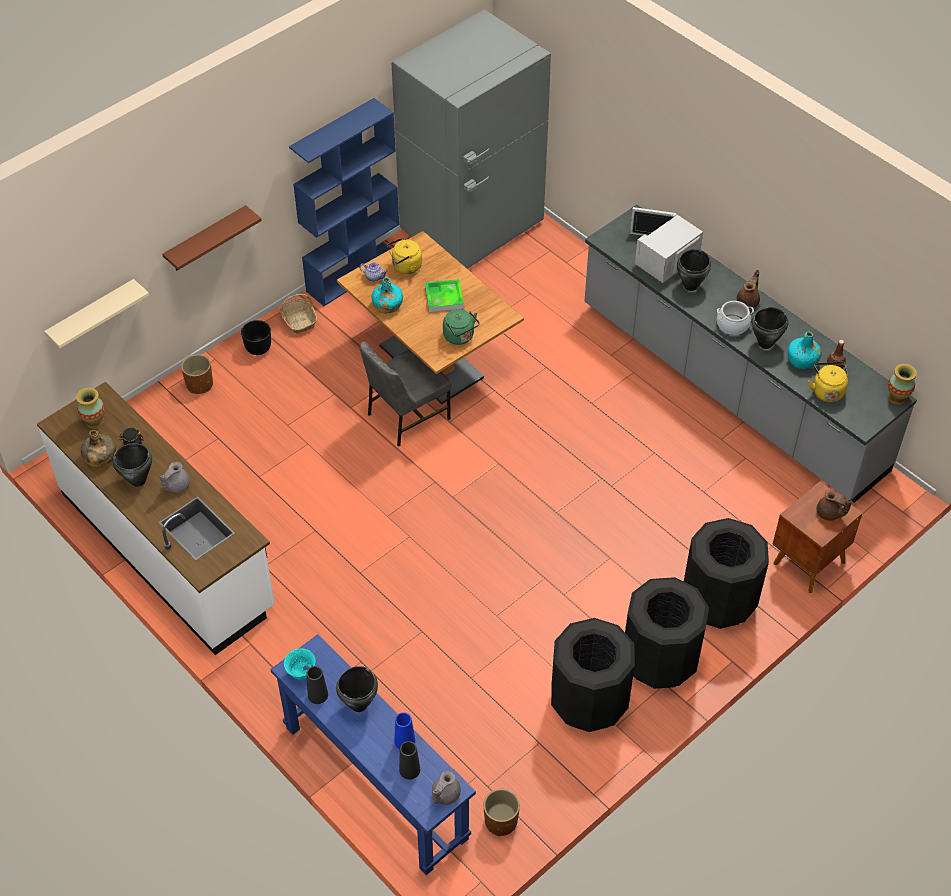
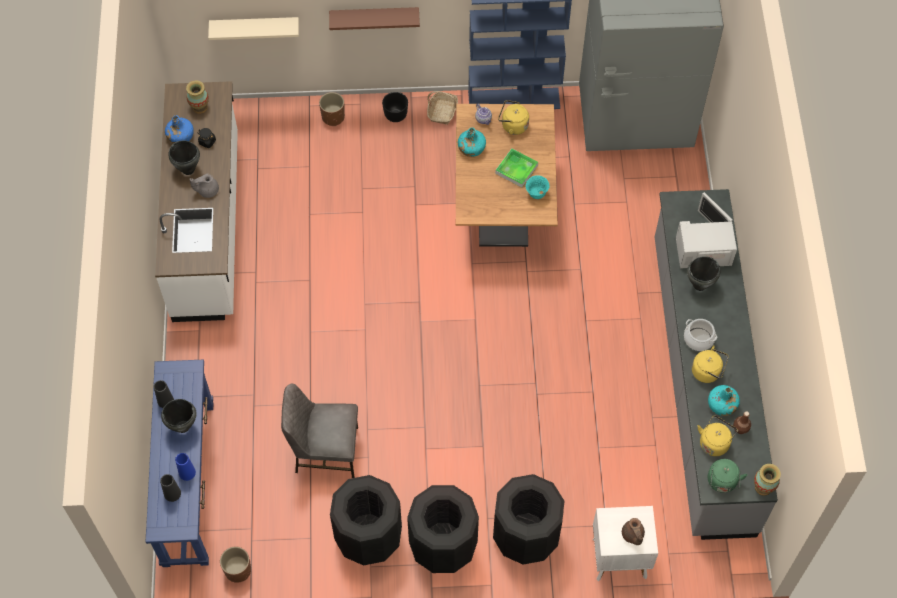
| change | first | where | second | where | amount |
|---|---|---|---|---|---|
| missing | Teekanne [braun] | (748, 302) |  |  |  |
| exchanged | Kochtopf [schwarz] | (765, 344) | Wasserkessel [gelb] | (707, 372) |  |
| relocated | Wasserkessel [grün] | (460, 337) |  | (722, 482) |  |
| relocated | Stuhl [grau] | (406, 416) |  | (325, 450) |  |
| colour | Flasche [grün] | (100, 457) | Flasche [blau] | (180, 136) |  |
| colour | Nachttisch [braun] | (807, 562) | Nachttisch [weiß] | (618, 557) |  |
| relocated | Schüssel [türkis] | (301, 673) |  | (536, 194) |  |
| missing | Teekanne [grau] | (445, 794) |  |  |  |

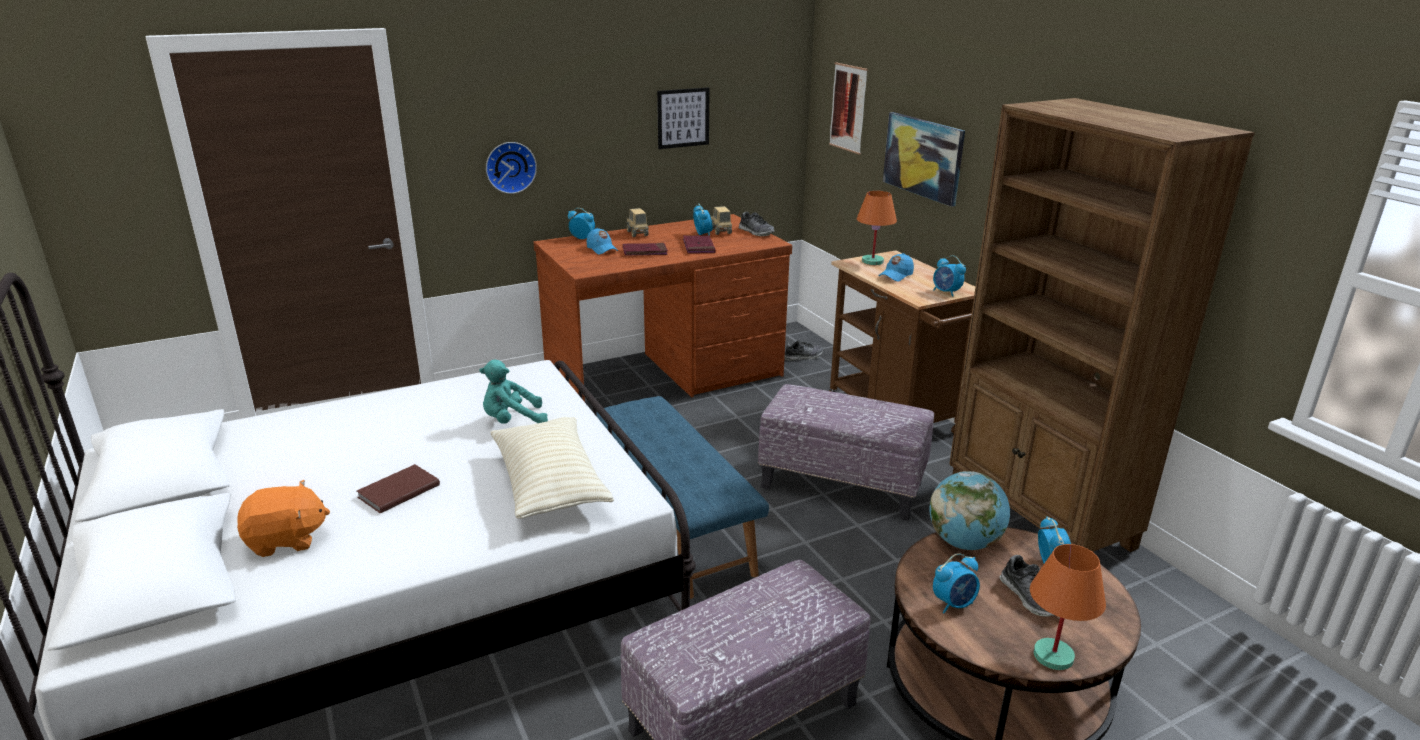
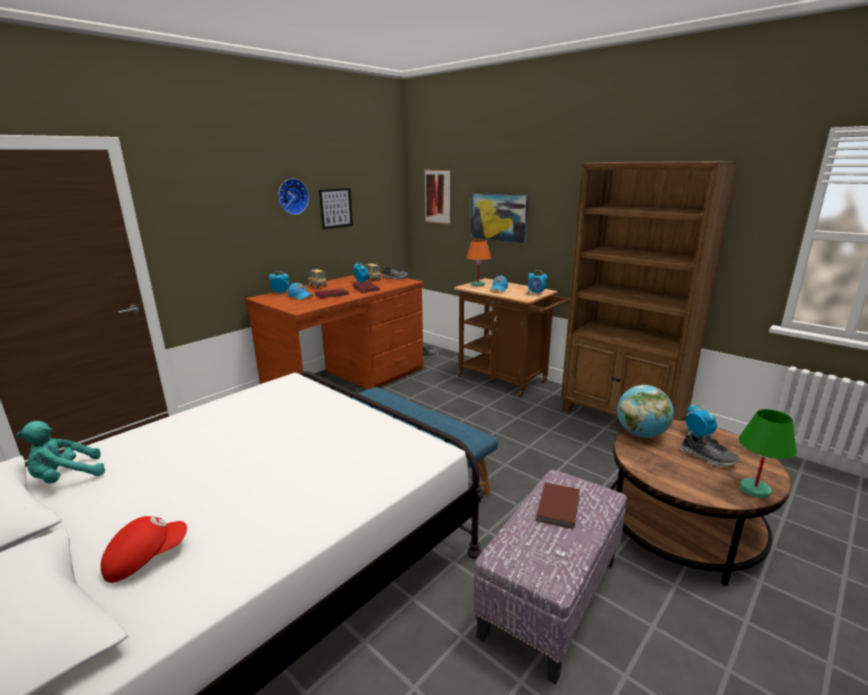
| change | first | where | second | where | amount |
|---|---|---|---|---|---|
| relocated | Wanduhr | (510, 167) |  | (292, 196) |  |
| relocated | Plüschtier [türkis] | (512, 421) |  | (66, 478) |  |
| missing | Polsterhocker | (842, 485) |  |  |  |
| missing | Kissen [beige] | (550, 484) |  |  |  |
| relocated | Buch [braun] | (397, 491) |  | (556, 507) |  |
| exchanged | Plüschtier [orange] | (286, 540) | Kappe [rot] | (146, 558) |  |
| colour | Tischlampe [orange] | (1053, 657) | Tischlampe [grün] | (755, 490) |  |
| missing | Wecker | (954, 604) |  |  |  |

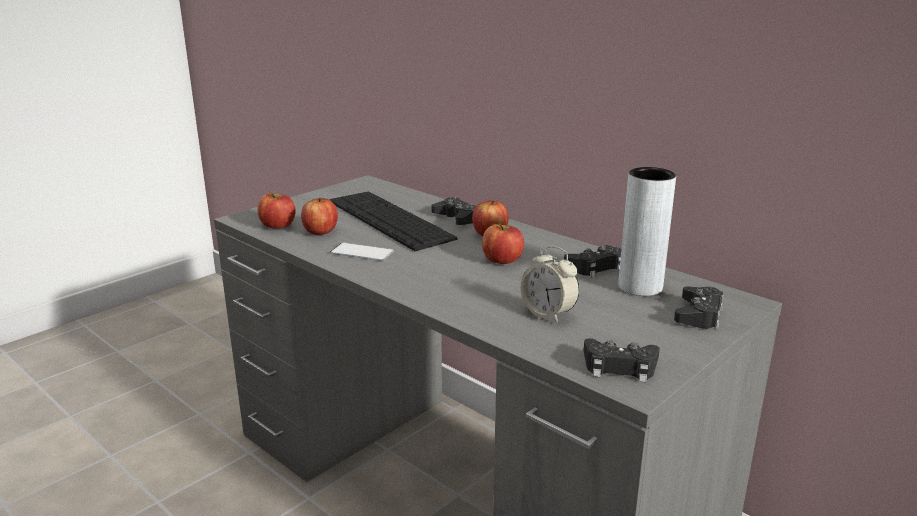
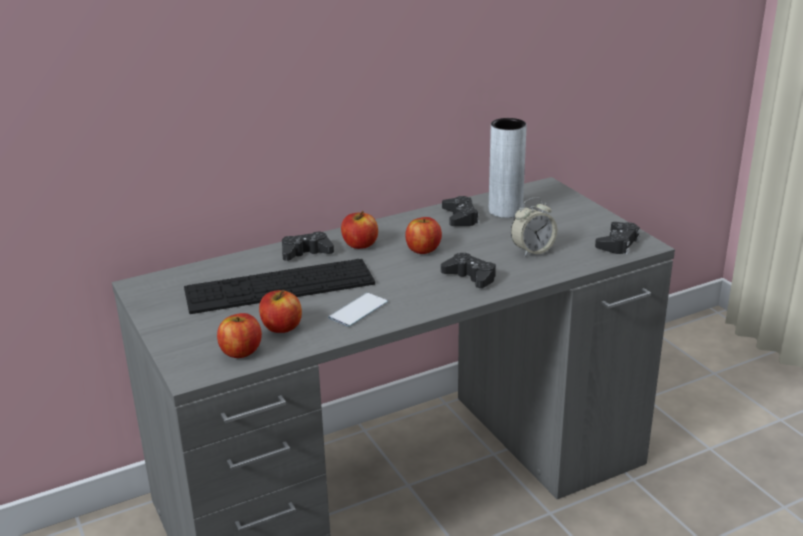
| change | first | where | second | where | amount |
|---|---|---|---|---|---|
| relocated | Gamepad [schwarz] | (698, 314) |  | (470, 277) |  |

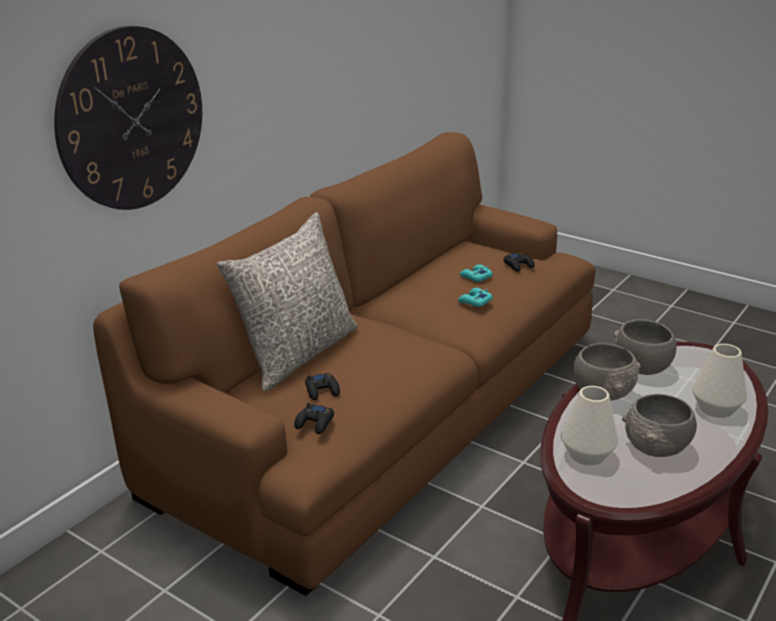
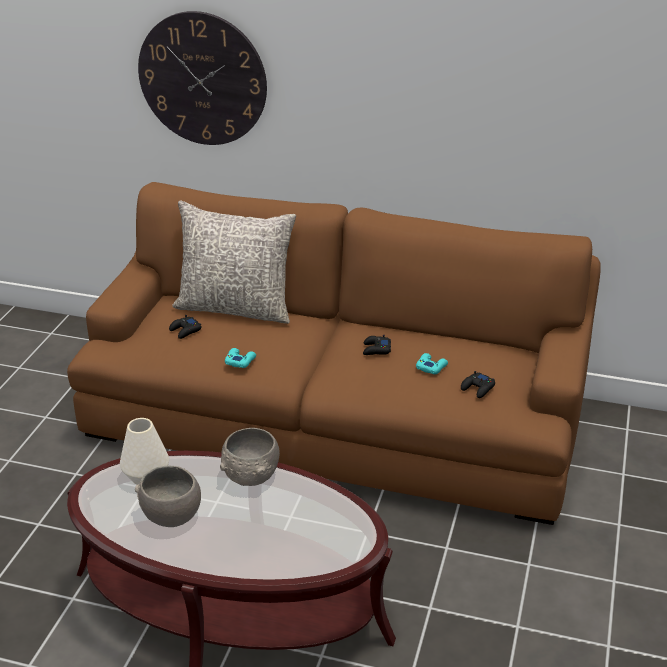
| change | first | where | second | where | amount |
|---|---|---|---|---|---|
| relocated | Gamepad [türkis] | (474, 301) |  | (240, 361) |  |
| missing | Schüssel [grau] | (641, 366) |  |  |  |
| missing | Vase [weiß] | (716, 408) |  |  |  |
| relocated | Gamepad [schwarz] | (315, 423) |  | (376, 349) |  |

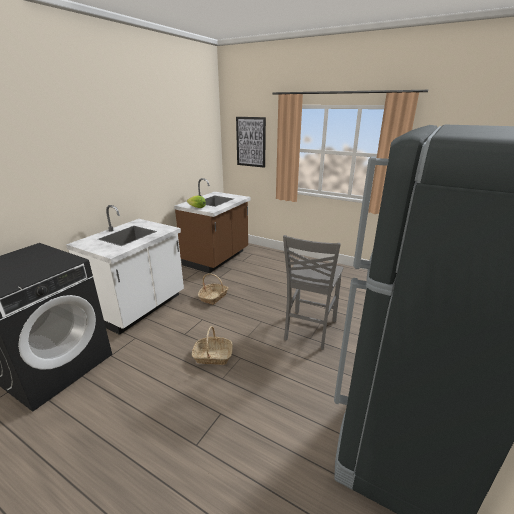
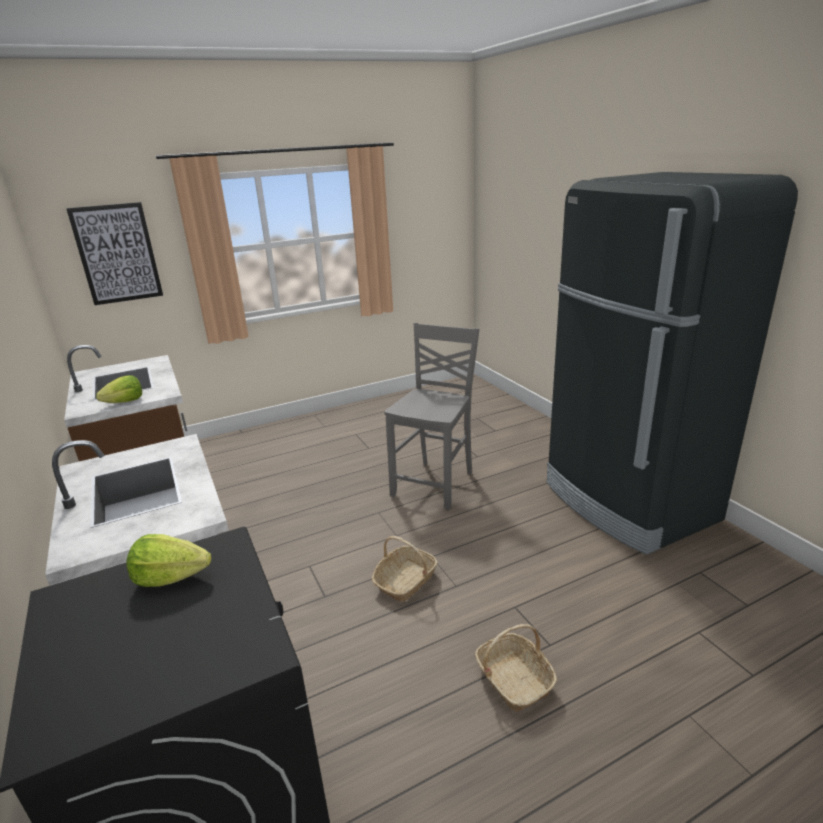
| change | first | where | second | where | amount |
|---|---|---|---|---|---|
| spun | Stuhl [grau] | (309, 330) |  | (435, 484) | 120 degrees counterclockwise |
| relocated | Korb | (213, 297) |  | (513, 679) |  |
| appeared |  |  | Salatkopf | (171, 577) |  |

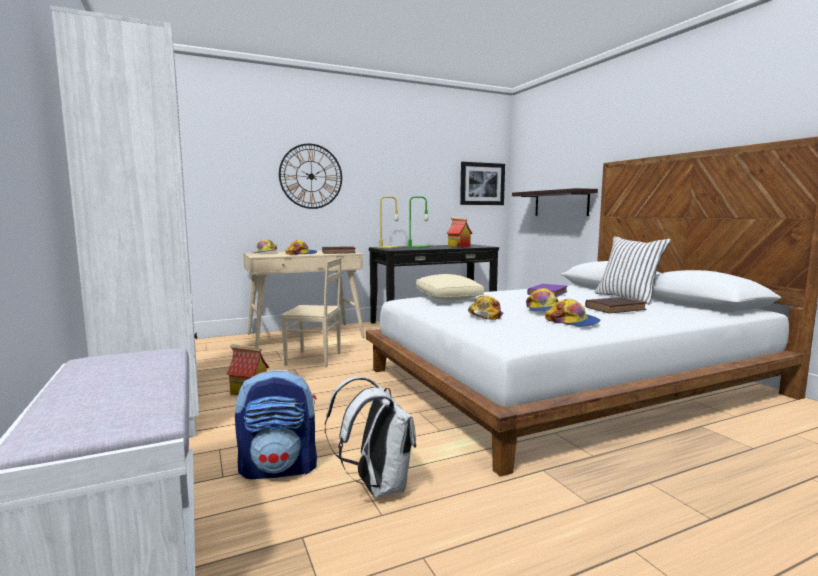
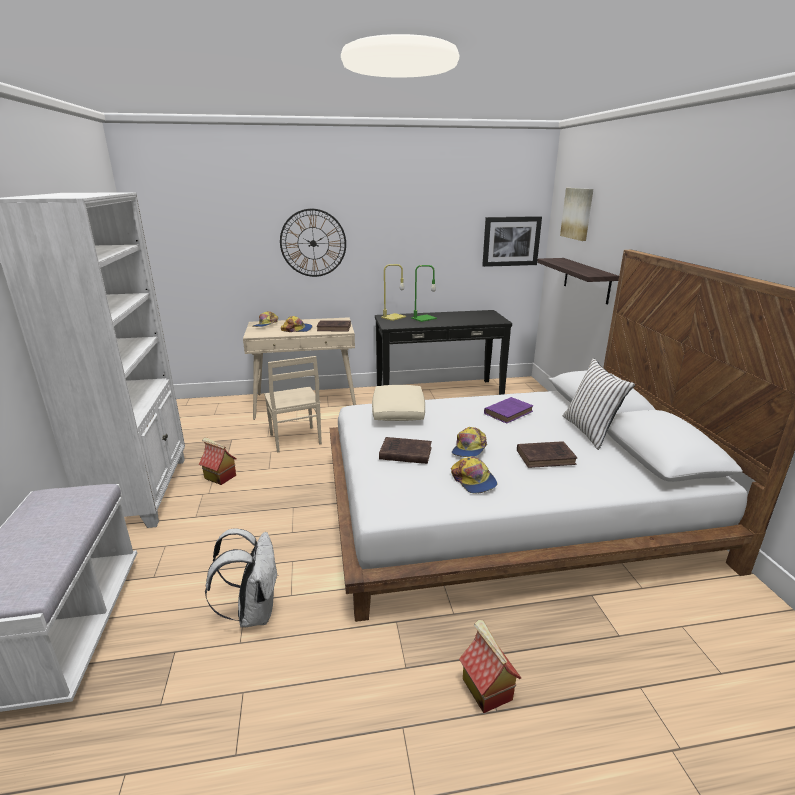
| change | first | where | second | where | amount |
|---|---|---|---|---|---|
| relocated | Spielzeughaus | (458, 247) |  | (485, 688) |  |
| spun | Stuhl [beige] | (314, 359) |  | (295, 440) | 45 degrees clockwise |
| exchanged | Kappe | (486, 315) | Buch [braun] | (404, 453) |  |
| missing | Rucksack | (279, 468) |  |  |  |
| appeared |  |  | Bild | (577, 213) |  |

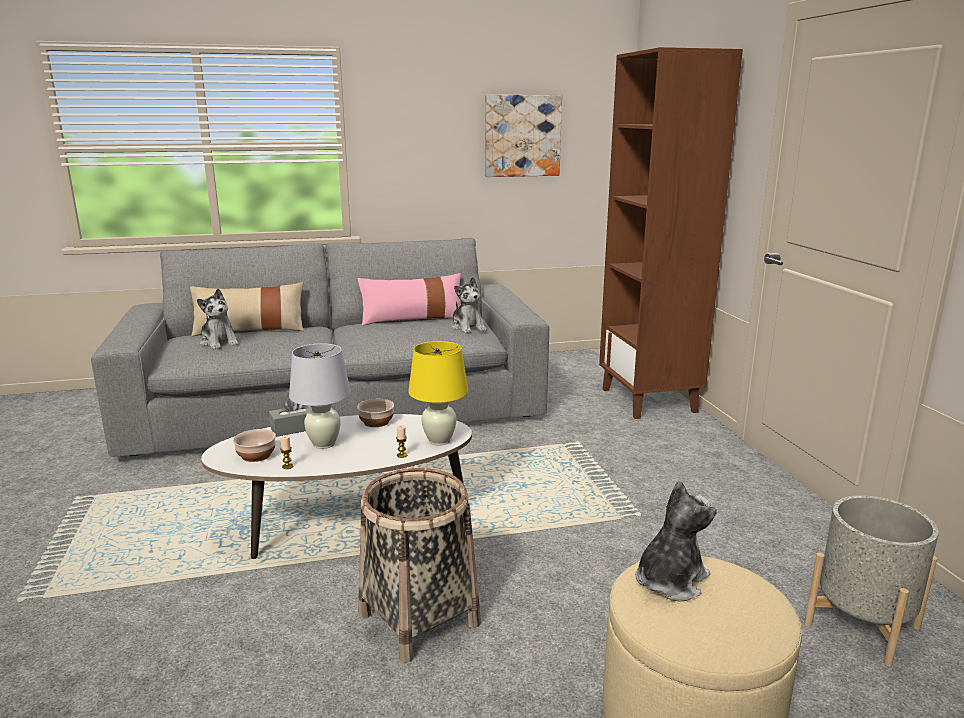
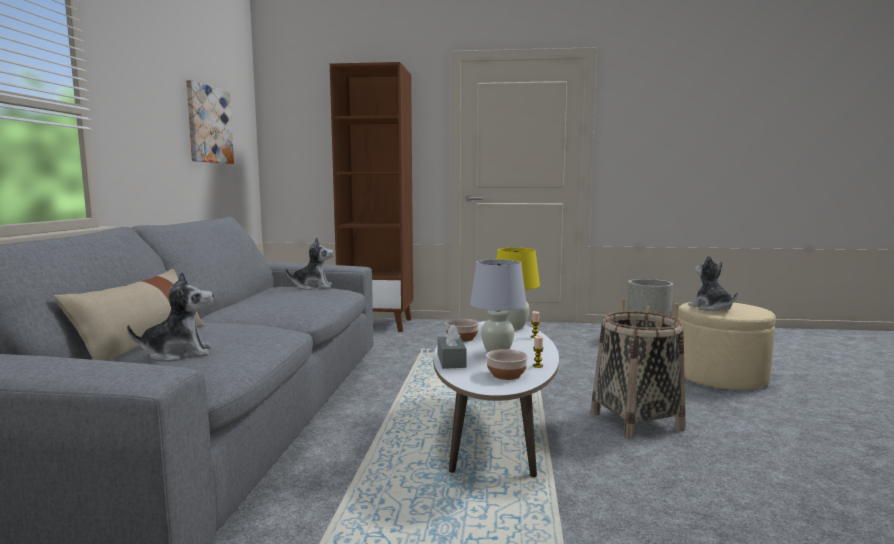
| change | first | where | second | where | amount |
|---|---|---|---|---|---|
| missing | Kissen [rosa] | (412, 319) |  |  |  |

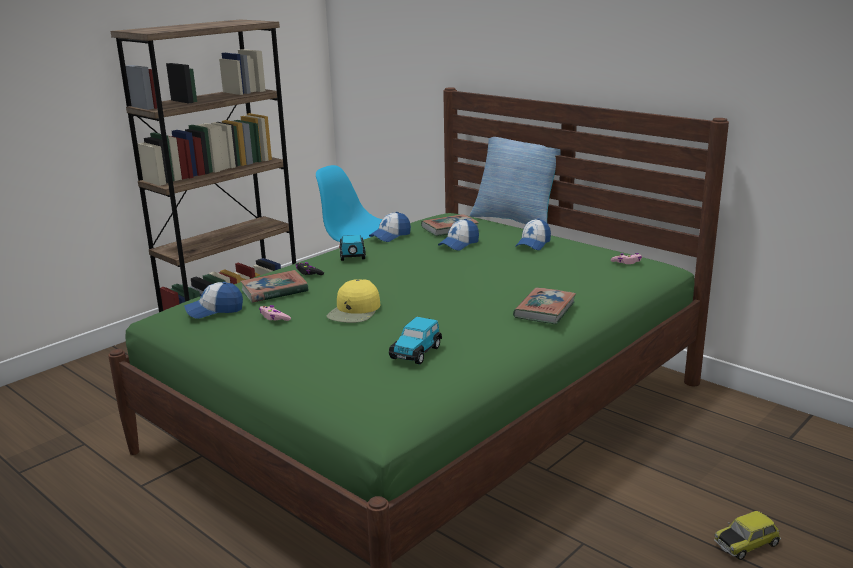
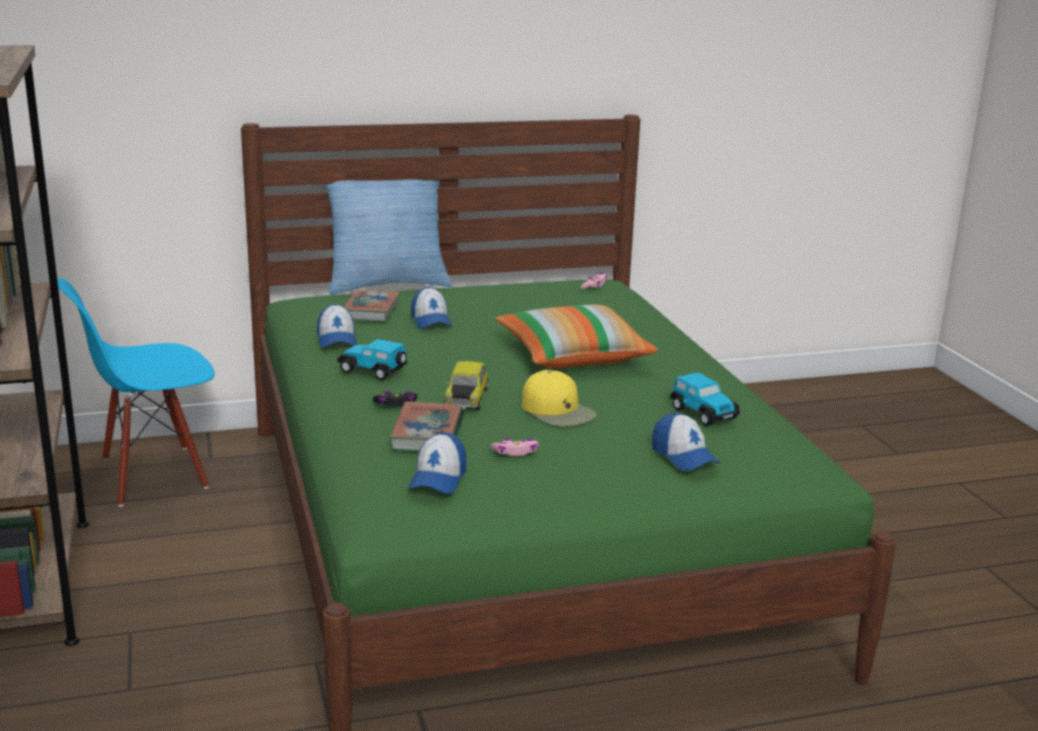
| change | first | where | second | where | amount |
|---|---|---|---|---|---|
| relocated | Kappe | (533, 244) |  | (684, 456) |  |
| missing | Buch | (545, 310) |  |  |  |
| relocated | Spielzeugauto | (746, 543) |  | (465, 398) |  |
| appeared |  |  | Kissen | (574, 356) |  |

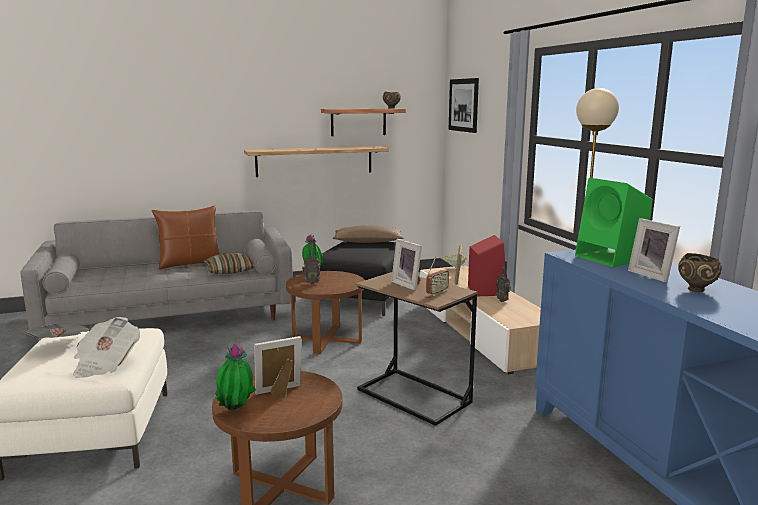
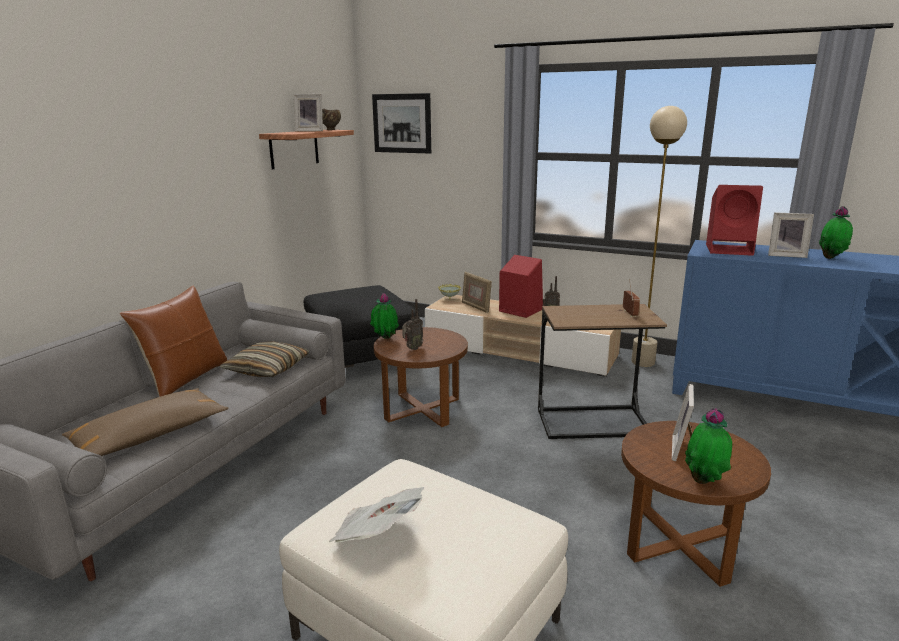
| change | first | where | second | where | amount |
|---|---|---|---|---|---|
| missing | Wandregal | (314, 161) |  |  |  |
| colour | Lautsprecher [grün] | (611, 258) | Lautsprecher [rot] | (730, 250) |  |
| relocated | Kissen [braun] | (368, 242) |  | (150, 435) |  |
| relocated | Bilderrahmen | (408, 284) |  | (310, 131) |  |
| exchanged | Schüssel [braun] | (697, 290) | Topfpflanze | (831, 258) |  |
| missing | Zeitung | (106, 364) |  |  |  |

